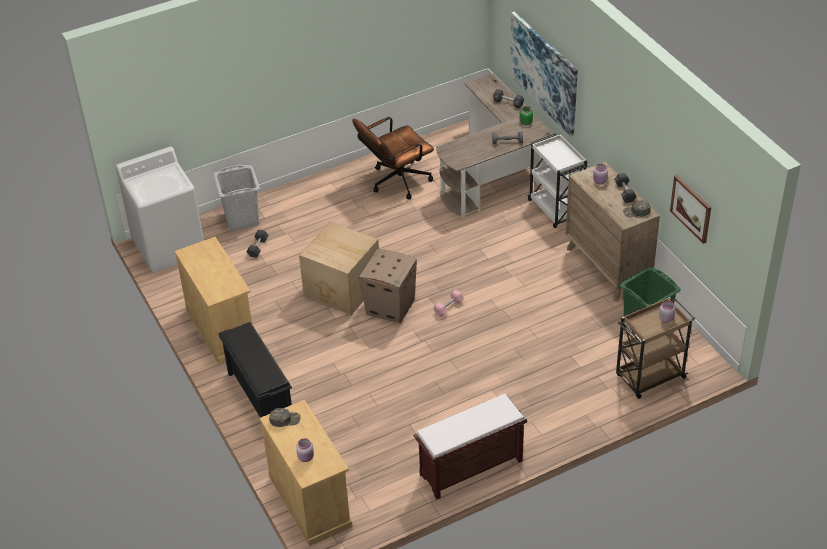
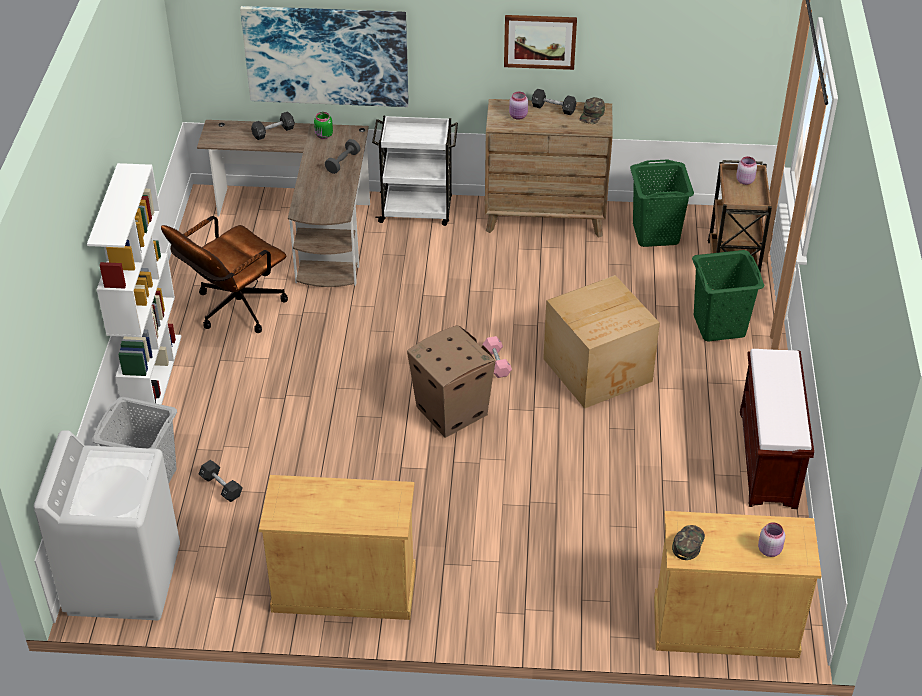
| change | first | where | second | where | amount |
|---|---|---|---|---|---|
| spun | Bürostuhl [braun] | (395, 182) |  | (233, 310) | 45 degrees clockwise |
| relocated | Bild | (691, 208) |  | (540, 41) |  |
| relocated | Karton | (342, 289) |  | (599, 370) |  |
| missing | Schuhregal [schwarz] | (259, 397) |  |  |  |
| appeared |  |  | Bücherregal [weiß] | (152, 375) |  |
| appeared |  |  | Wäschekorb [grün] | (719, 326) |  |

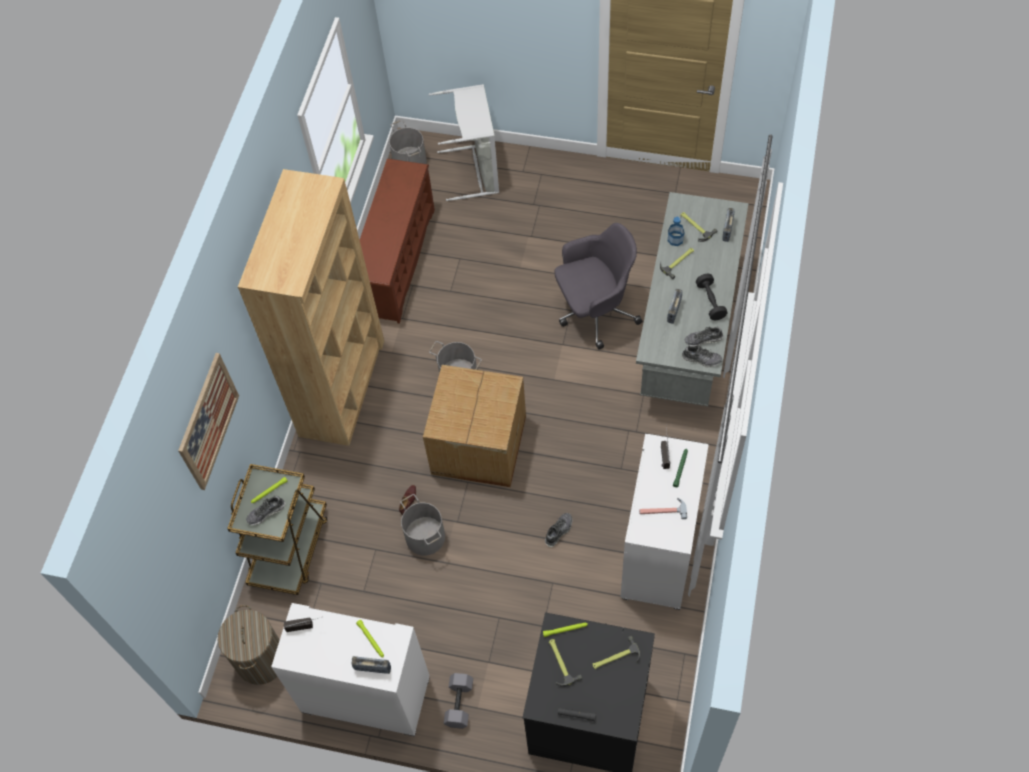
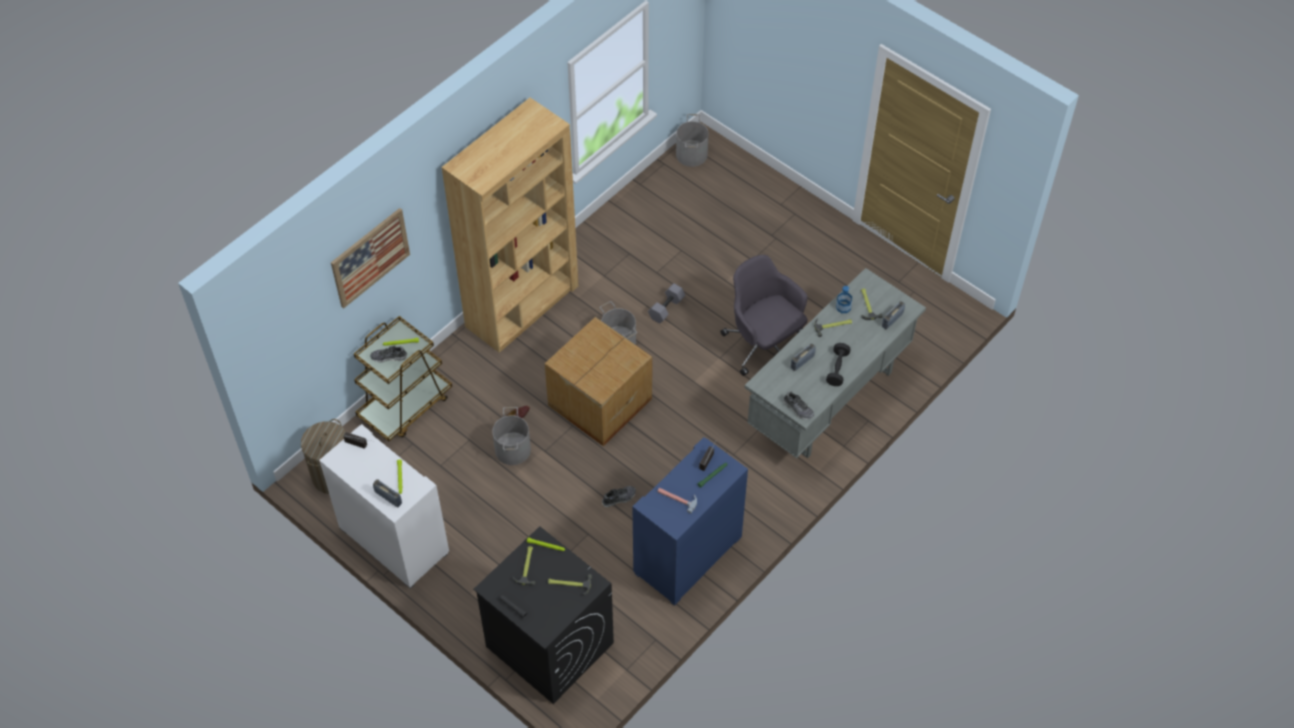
| change | first | where | second | where | amount |
|---|---|---|---|---|---|
| missing | Wäschekorb [grau] | (476, 171) |  |  |  |
| missing | Schuhregal [braun] | (396, 261) |  |  |  |
| spun | Bürostuhl [grau] | (594, 311) |  | (764, 344) | 135 degrees counterclockwise |
| missing | Schuh | (703, 339) |  |  |  |
| colour | Schrank [weiß] | (660, 553) | Schrank [blau] | (688, 556) |  |
| relocated | Hantel [grau] | (460, 704) |  | (666, 309) |  |

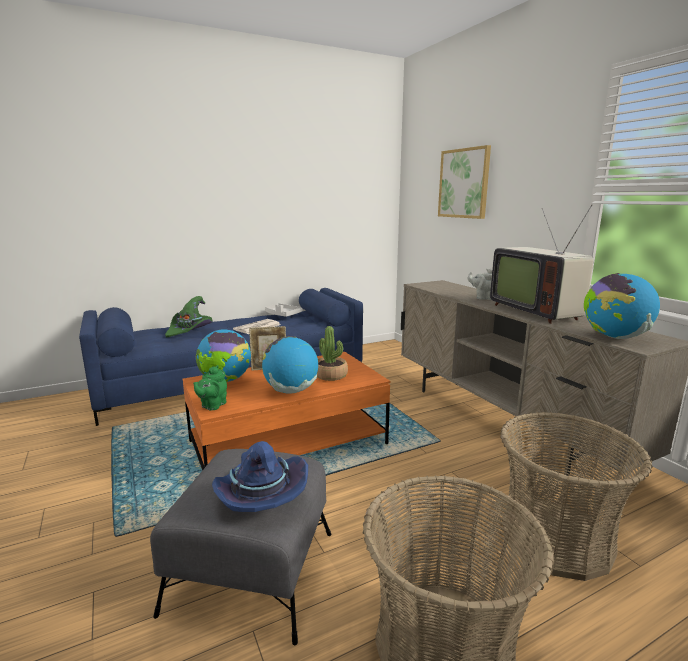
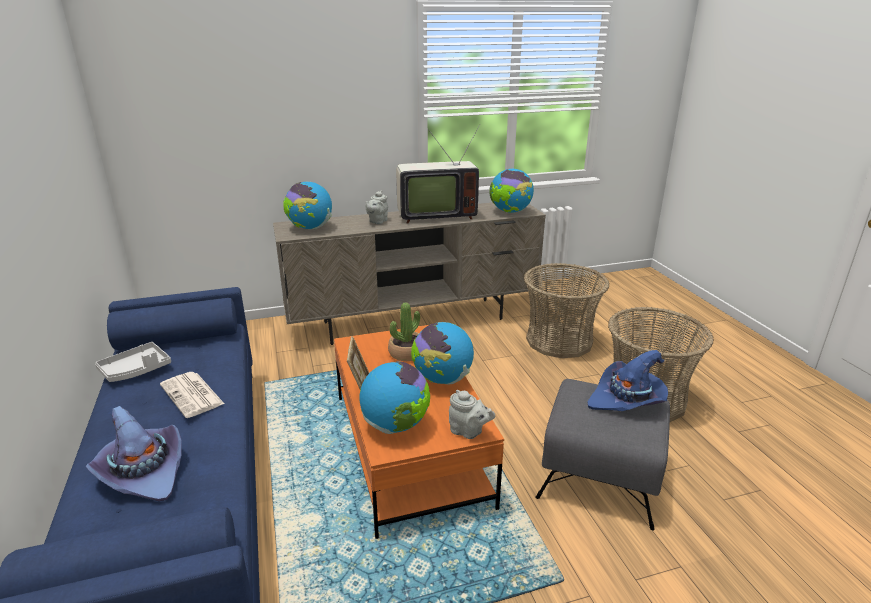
| change | first | where | second | where | amount |
|---|---|---|---|---|---|
| missing | Bild | (464, 183) |  |  |  |
| colour | Hut [grün] | (190, 330) | Hut [lila] | (143, 471) |  |
| colour | Teekanne [grün] | (212, 405) | Teekanne [grau] | (468, 432) |  |
| appeared |  |  | Globus | (310, 228) |  |

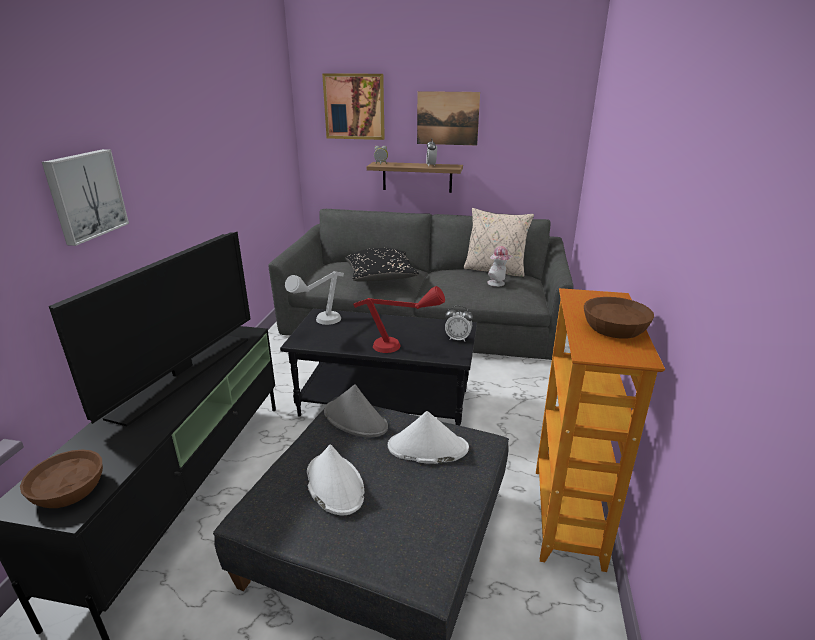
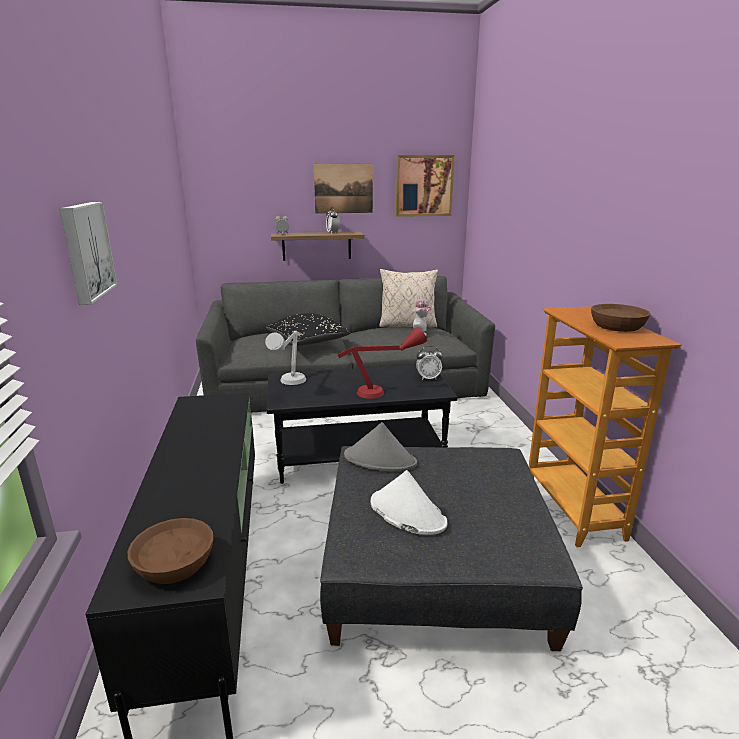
| change | first | where | second | where | amount |
|---|---|---|---|---|---|
| relocated | Bild | (354, 106) |  | (424, 186) |  |
| missing | Fernseher | (184, 375) |  |  |  |
| missing | Hut [weiß] | (427, 448) |  |  |  |

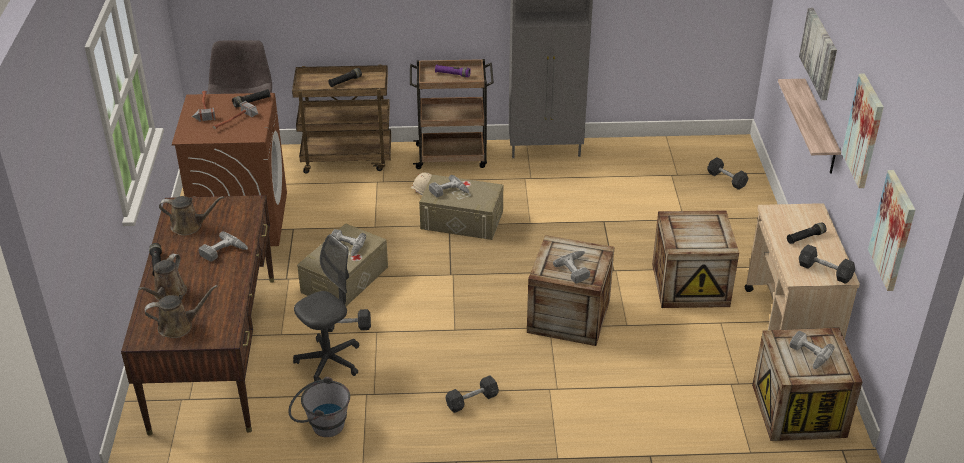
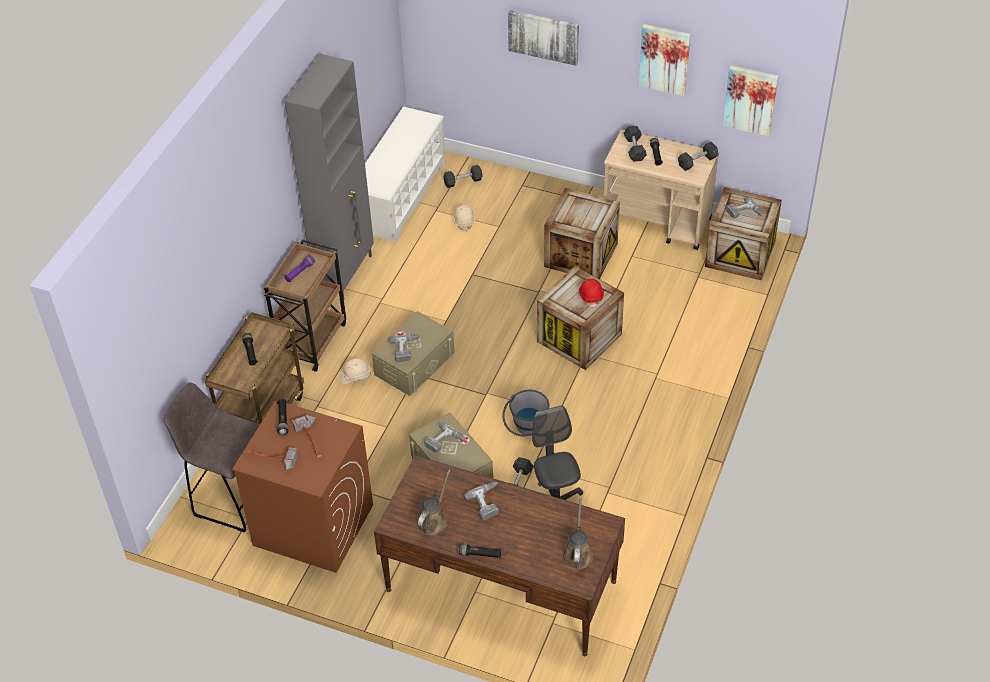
| change | first | where | second | where | amount |
|---|---|---|---|---|---|
| missing | Wandregal | (819, 127) |  |  |  |
| exchanged | Bohrmaschine | (577, 269) | Schutzhelm [rot] | (591, 296) |  |
| missing | Gießkanne [braun] | (168, 294) |  |  |  |
| relocated | Hantel [grau] | (472, 401) |  | (634, 149) |  |
| relocated | Eimer [grau] | (321, 425) |  | (527, 430) |  |
| appeared |  |  | Schuhregal [weiß] | (401, 197) |  |
| appeared |  |  | Schutzhelm [beige] | (464, 221) |  |

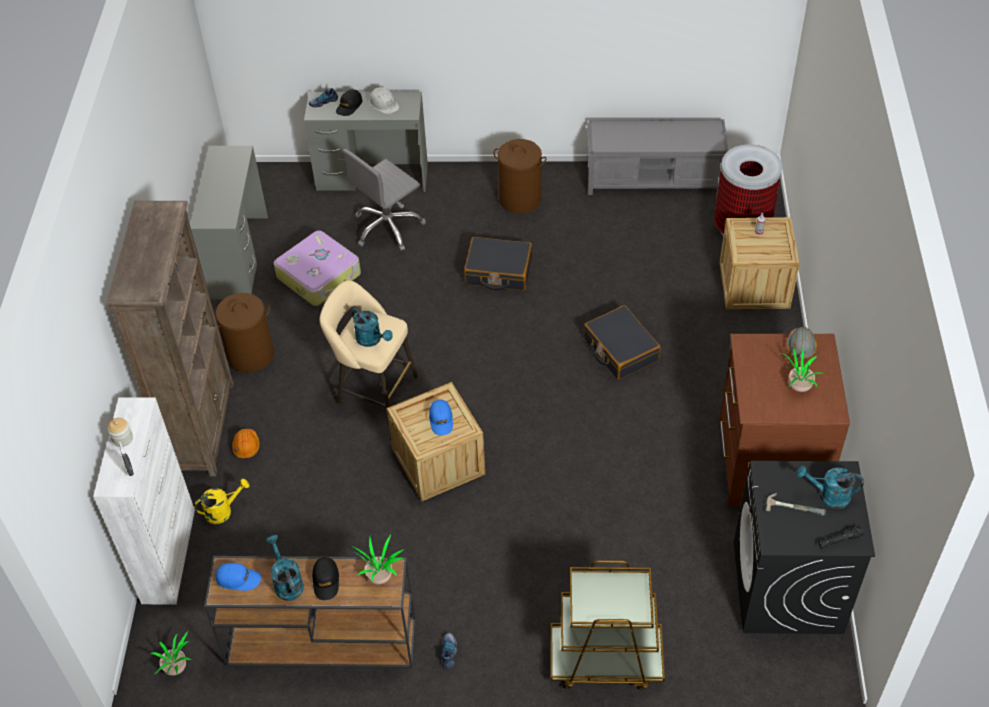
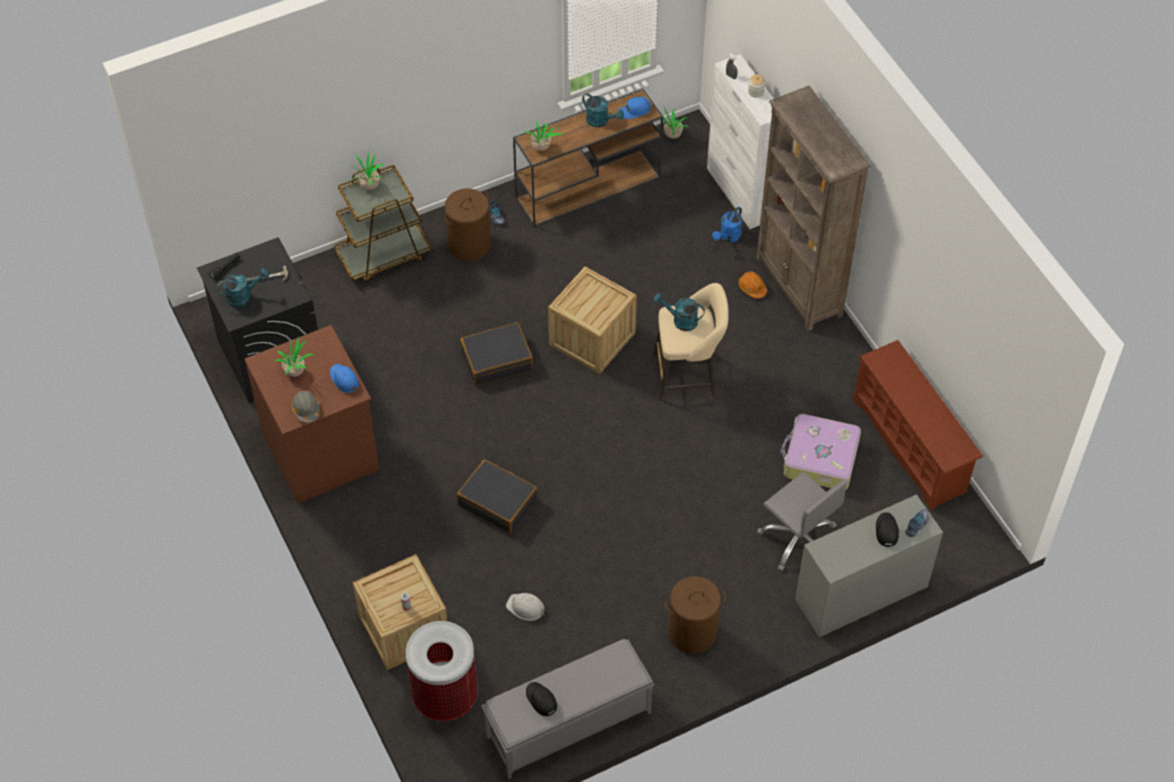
| change | first | where | second | where | amount |
|---|---|---|---|---|---|
| relocated | Schutzhelm [weiß] | (384, 104) |  | (526, 608) |  |
| exchanged | Schreibtisch [grau] | (238, 257) | Schuhregal [braun] | (911, 446) |  |
| spun | Bürostuhl [grau] | (388, 227) |  | (799, 539) | 120 degrees clockwise |
| relocated | Koffer [schwarz] | (498, 271) |  | (496, 360) |  |
| relocated | Wäschekorb [braun] | (250, 355) |  | (469, 245) |  |
| relocated | Kappe [blau] | (441, 420) |  | (344, 379) |  |
| colour | Gießkanne [gelb] | (223, 511) | Gießkanne [blau] | (728, 237) |  |
| relocated | Kappe [schwarz] | (326, 581) |  | (541, 700) |  |
| appeared |  |  | Topfpflanze | (368, 186) |  |

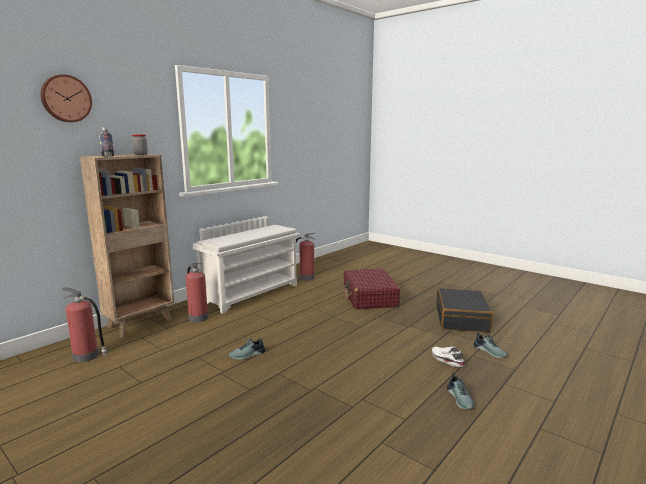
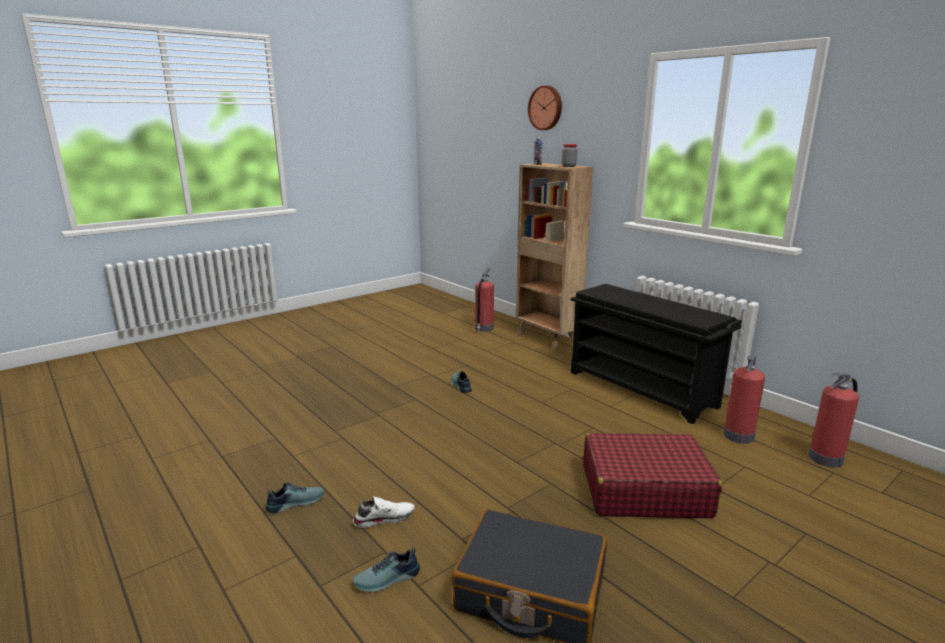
| change | first | where | second | where | amount |
|---|---|---|---|---|---|
| colour | Schuhregal [weiß] | (251, 293) | Schuhregal [schwarz] | (642, 389) |  |
| relocated | Feuerlöscher | (198, 317) |  | (826, 458) |  |
| spun | Schuh | (461, 398) |  | (295, 502) | 150 degrees clockwise |

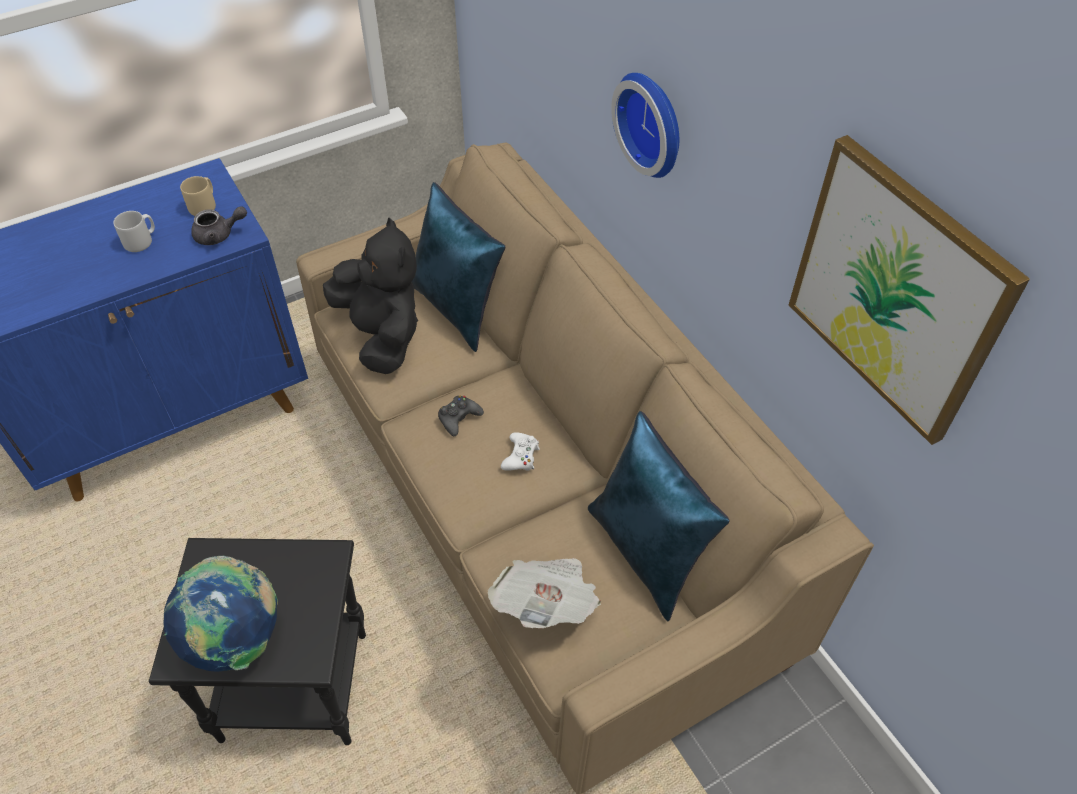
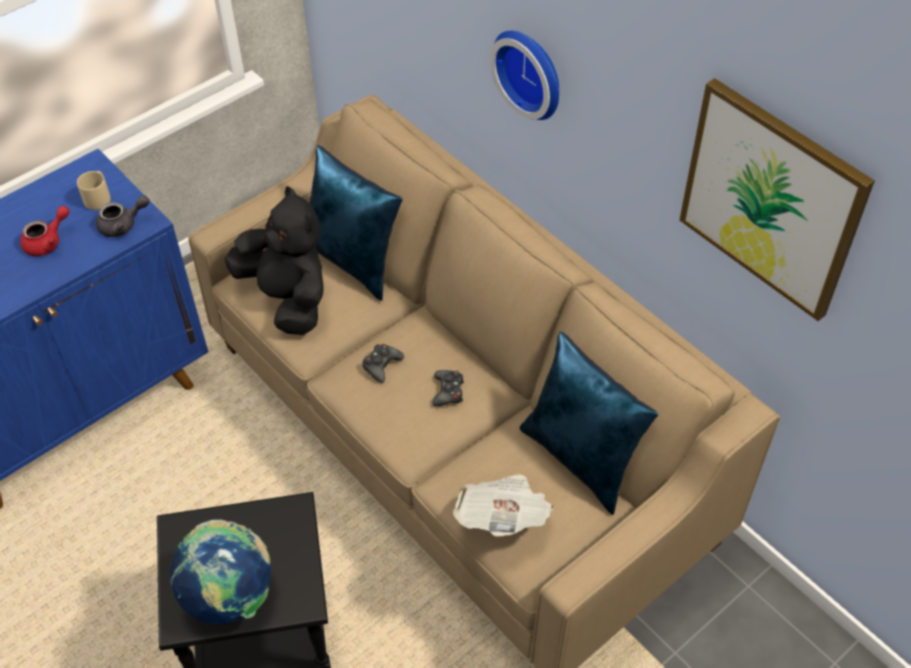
| change | first | where | second | where | amount |
|---|---|---|---|---|---|
| exchanged | Henkelbecher [grau] | (141, 241) | Teekanne [rot] | (48, 242) |  |
| colour | Gamepad [weiß] | (521, 456) | Gamepad [schwarz] | (448, 391) |  |

